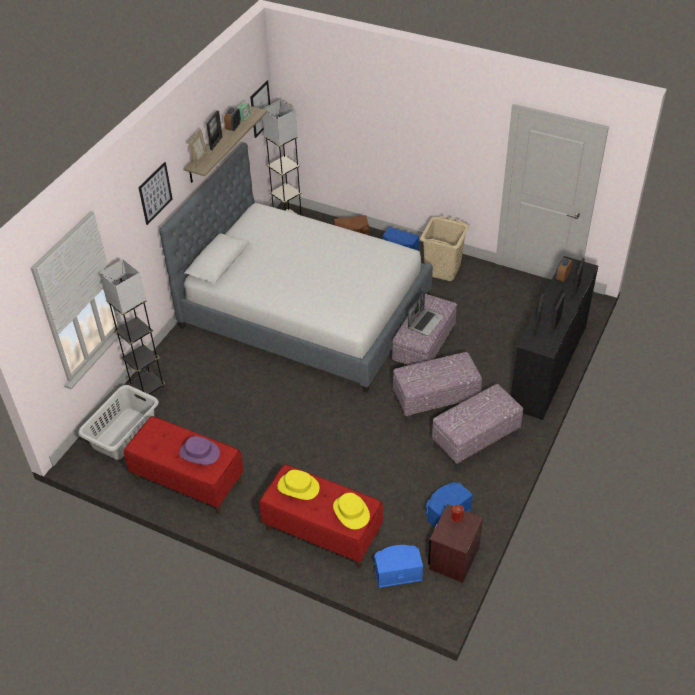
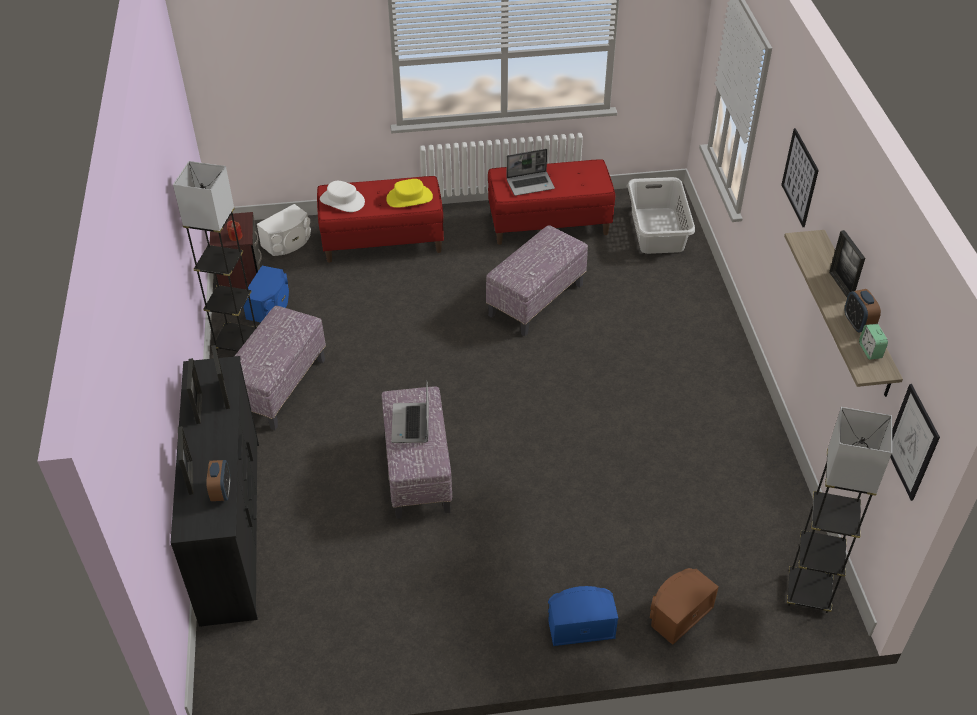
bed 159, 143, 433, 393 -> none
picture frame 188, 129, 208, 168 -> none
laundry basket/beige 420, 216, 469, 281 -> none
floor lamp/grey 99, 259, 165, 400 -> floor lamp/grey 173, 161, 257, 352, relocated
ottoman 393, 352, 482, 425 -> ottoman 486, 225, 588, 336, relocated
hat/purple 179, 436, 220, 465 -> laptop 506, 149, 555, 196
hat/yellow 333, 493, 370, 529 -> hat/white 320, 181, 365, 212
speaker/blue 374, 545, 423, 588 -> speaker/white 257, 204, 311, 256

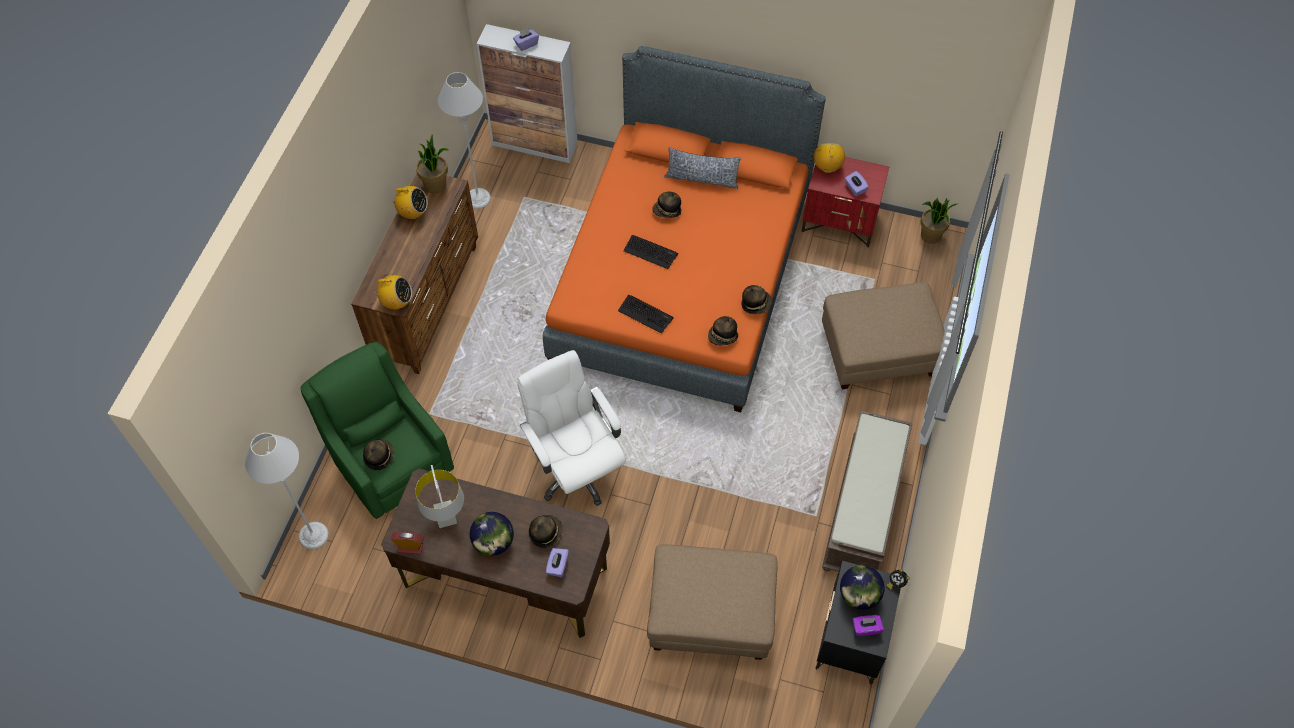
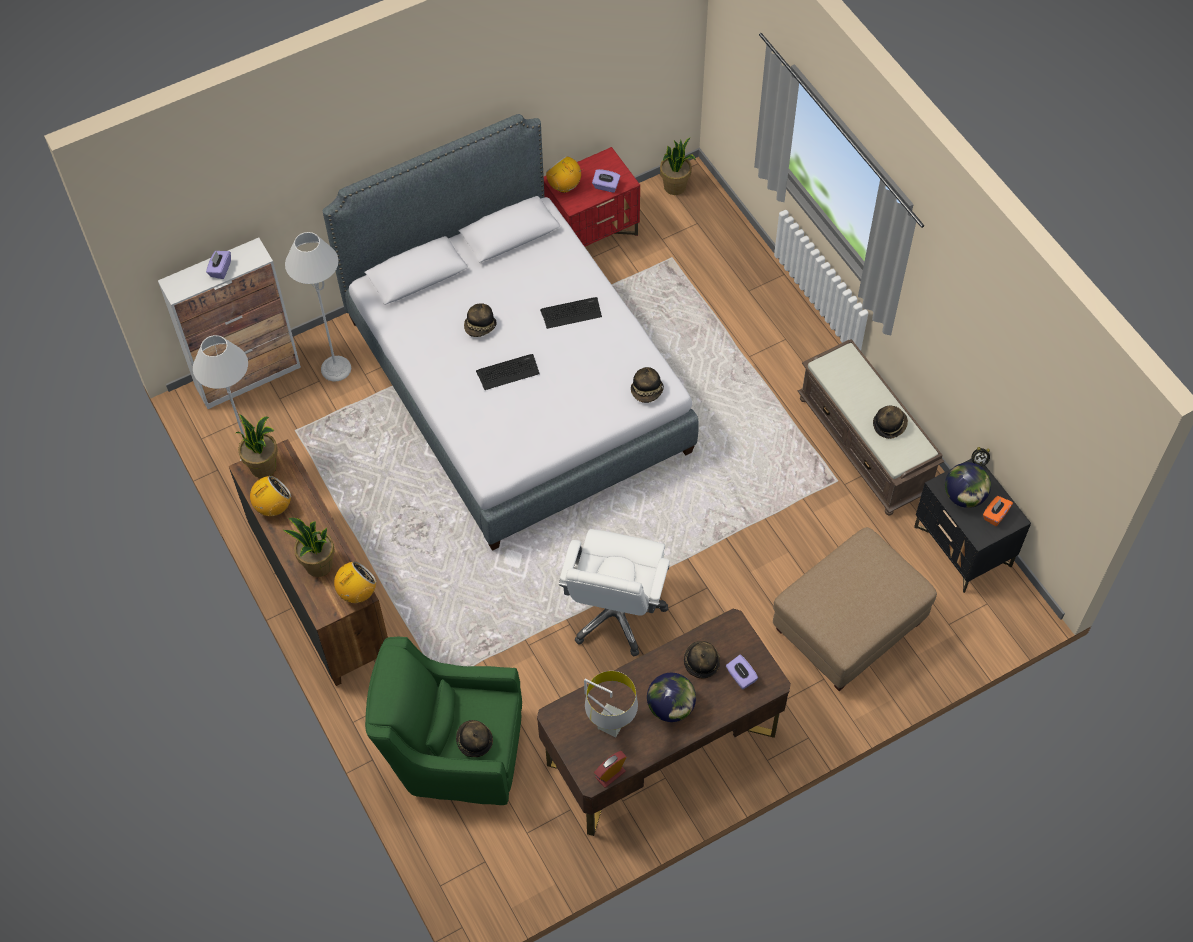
pillow 664, 147, 741, 189 -> none
ottoman/beige 822, 282, 945, 389 -> none
none -> potted plant 283, 518, 335, 577
floor lamp/grey 245, 433, 329, 550 -> floor lamp/grey 285, 232, 351, 381, relocated
keyboard 618, 295, 674, 334 -> keyboard 540, 297, 602, 329, relocated
hat 741, 285, 772, 314 -> hat 873, 405, 908, 439, relocated
bed/orange 543, 46, 826, 412 -> bed/grey 323, 114, 699, 551
tissue box/purple 853, 615, 884, 636 -> tissue box/orange 983, 496, 1013, 526
office chair/white 517, 350, 626, 506 -> office chair/white 559, 529, 670, 656, 90 degrees counterclockwise

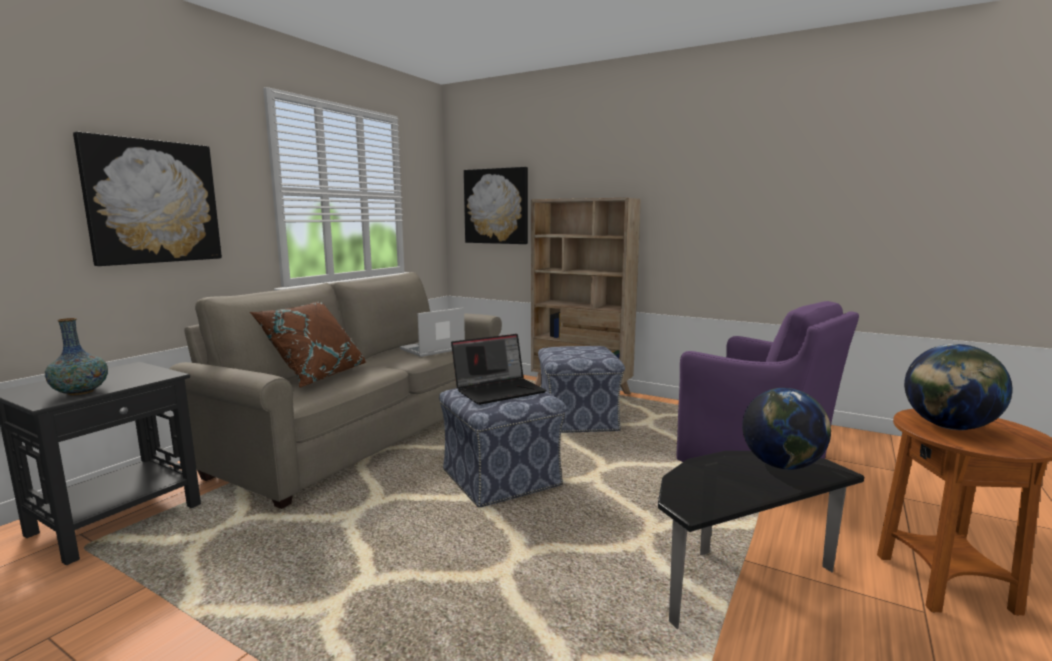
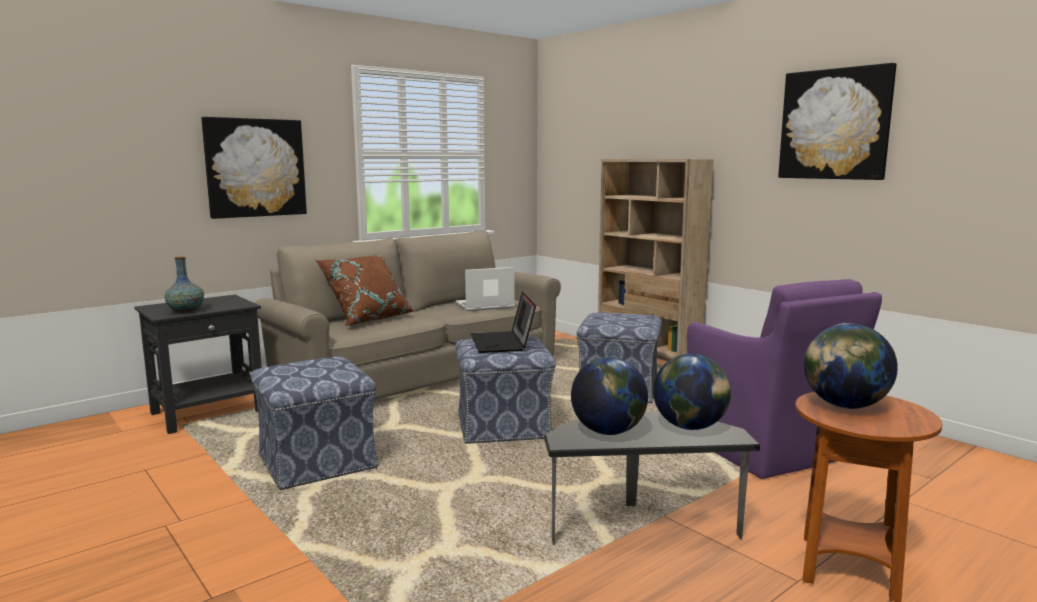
none -> ottoman 250, 356, 378, 490
none -> globe 571, 357, 648, 435
picture 464, 167, 528, 244 -> picture 778, 63, 897, 180, relocated
laptop 451, 334, 546, 405 -> laptop 470, 292, 536, 353, 90 degrees clockwise

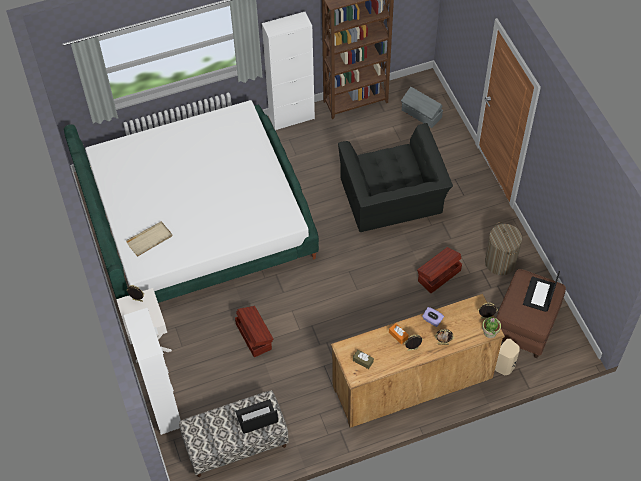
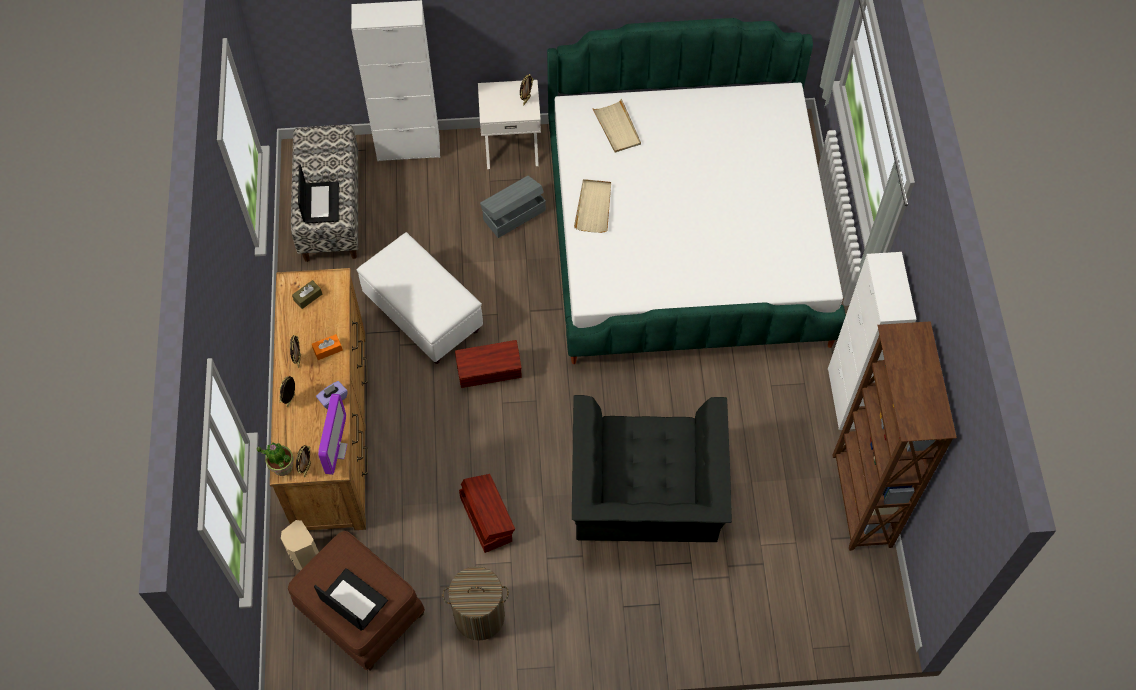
none -> monitor 318, 394, 347, 475
none -> ottoman/white 357, 232, 483, 364
none -> tray/beige 574, 179, 611, 233
storage box/brown 235, 306, 273, 357 -> storage box/brown 455, 340, 522, 388, relocated
storage box/grey 401, 87, 443, 128 -> storage box/grey 480, 176, 546, 238, relocated
armchair/black 338, 123, 453, 232 -> armchair/black 572, 395, 732, 542, 90 degrees counterclockwise

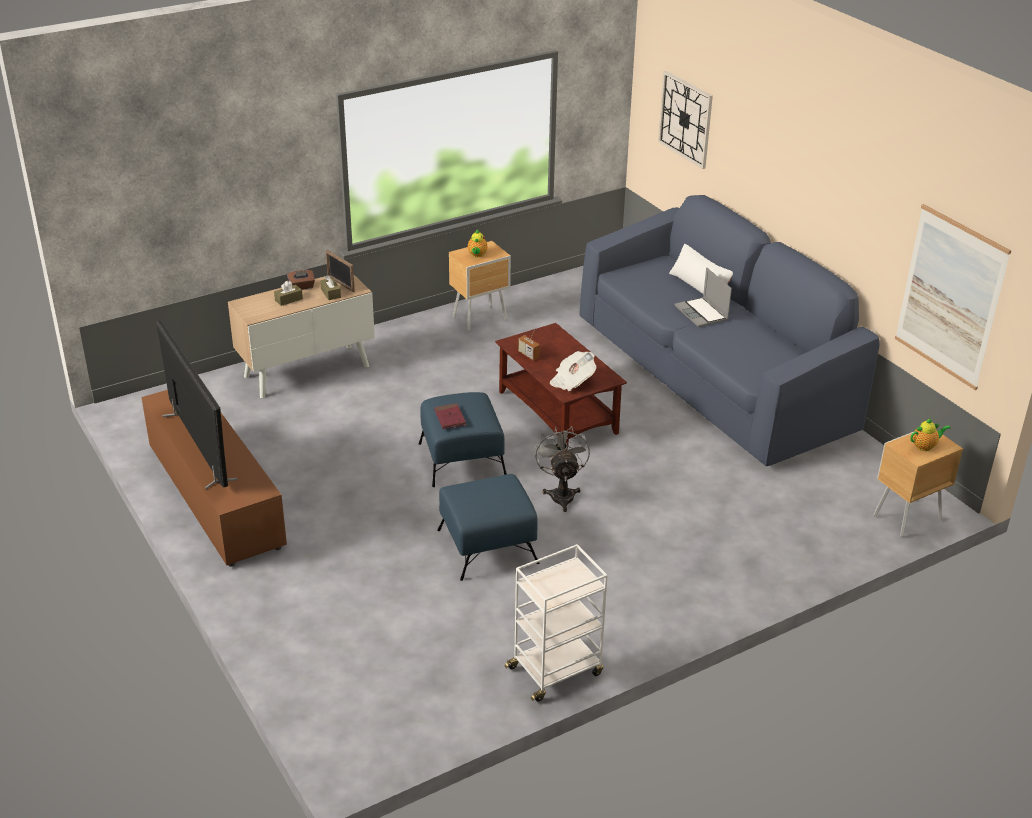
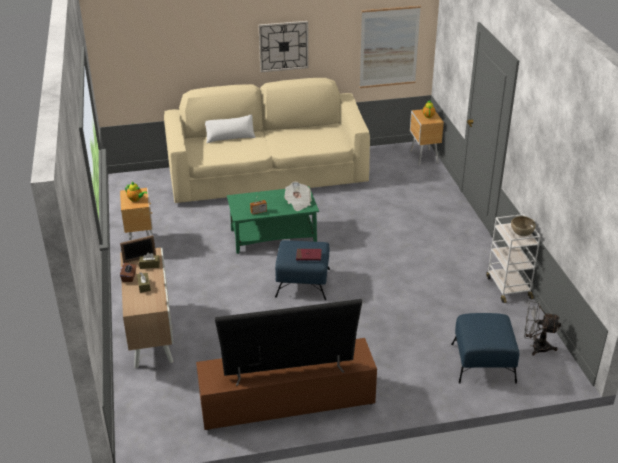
laptop 674, 267, 732, 327 -> none
none -> bowl/brown 511, 216, 536, 236
ottoman/blue 437, 474, 539, 581 -> ottoman/blue 451, 313, 519, 383, relocated
fan/grey 535, 426, 590, 512 -> fan/grey 524, 301, 561, 356, relocated
wall clock 658, 71, 713, 169 -> wall clock 258, 21, 309, 72, relocated
coffee table/brown 495, 323, 627, 451 -> coffee table/green 227, 186, 319, 254
sofa/blue 579, 195, 880, 466 -> sofa/beige 164, 78, 370, 203

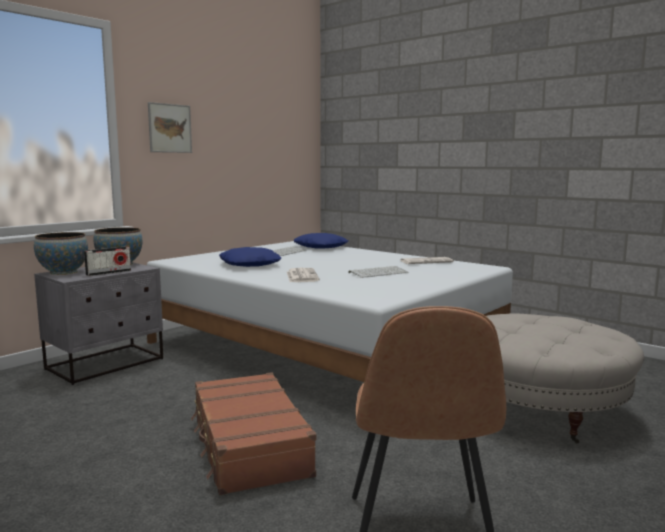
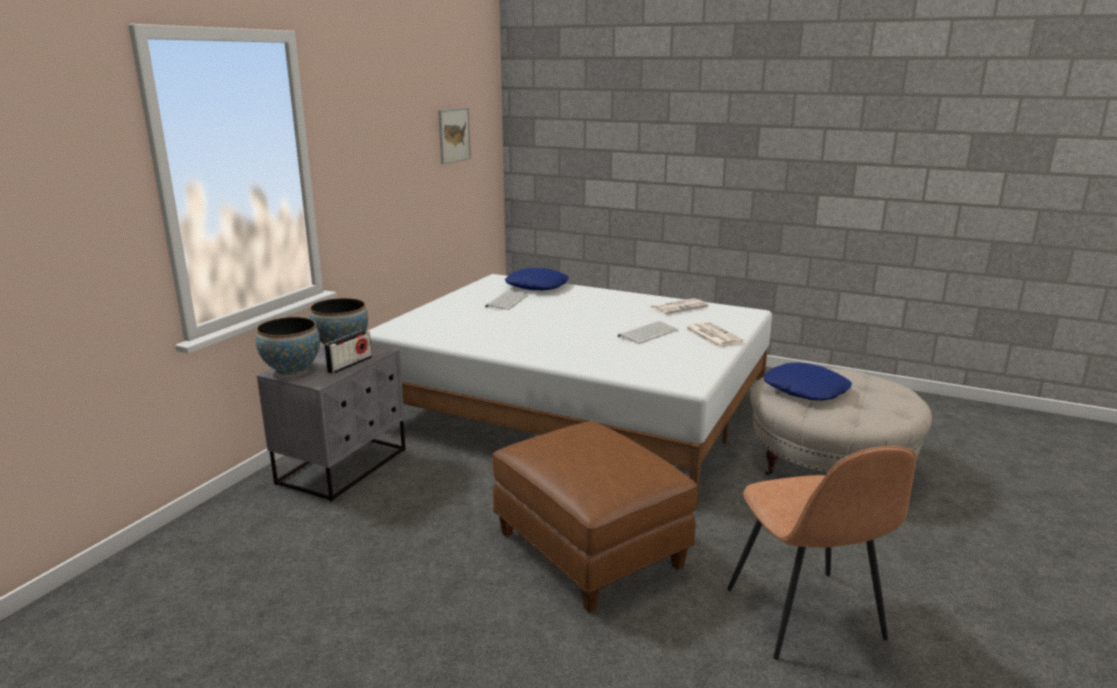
picture 148, 102, 192, 153 -> picture 438, 108, 471, 164, relocated
pillow/blue 219, 247, 281, 267 -> pillow/blue 763, 362, 852, 401, relocated
newspaper 287, 268, 320, 282 -> newspaper 685, 322, 744, 347, relocated
suitcase/brown 191, 372, 316, 495 -> ottoman/brown 493, 421, 697, 613

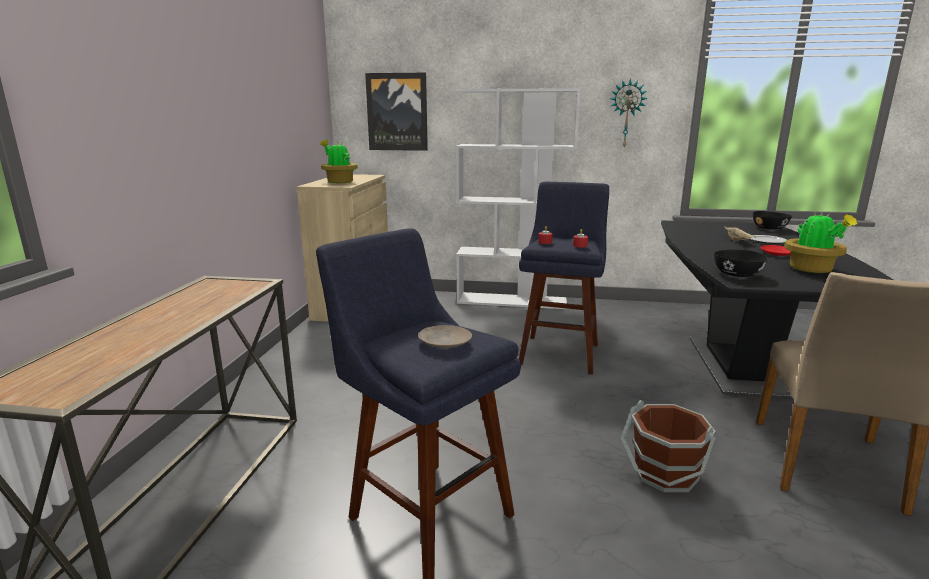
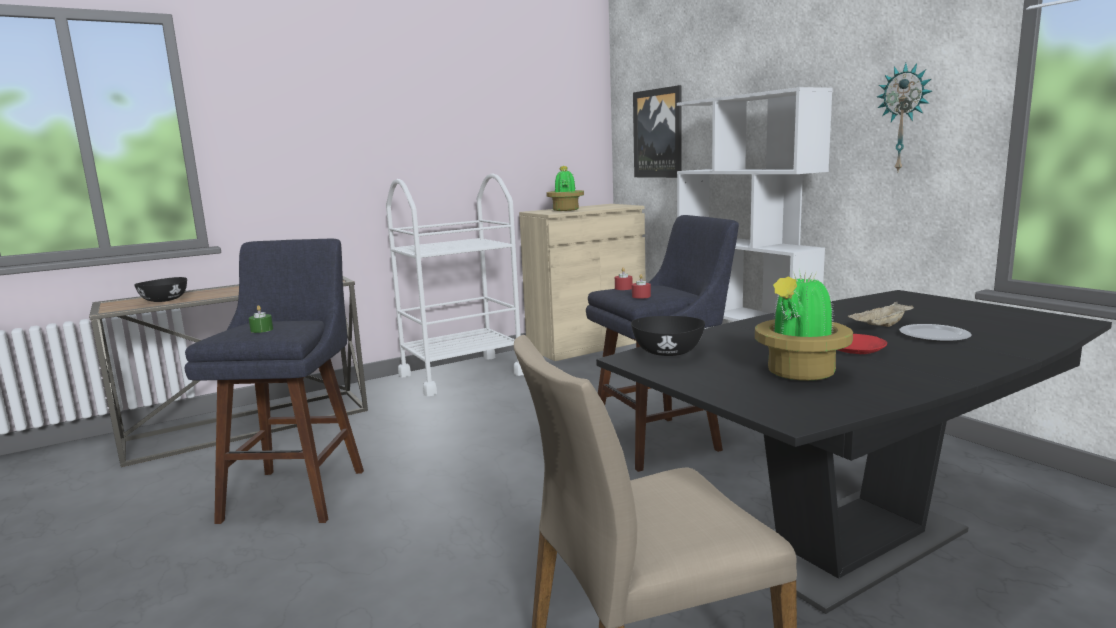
bucket/brown 621, 400, 716, 492 -> none
none -> cart/white 386, 173, 524, 396
bowl/black 753, 211, 792, 230 -> bowl/black 134, 277, 187, 302, relocated
plate/beige 418, 325, 472, 348 -> candle/green 249, 305, 273, 333

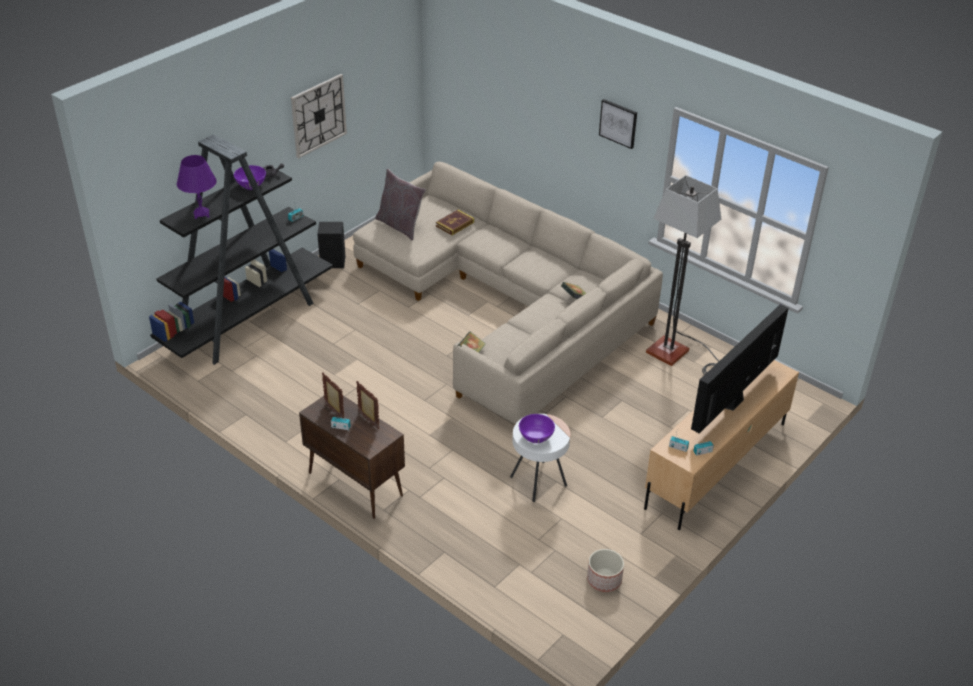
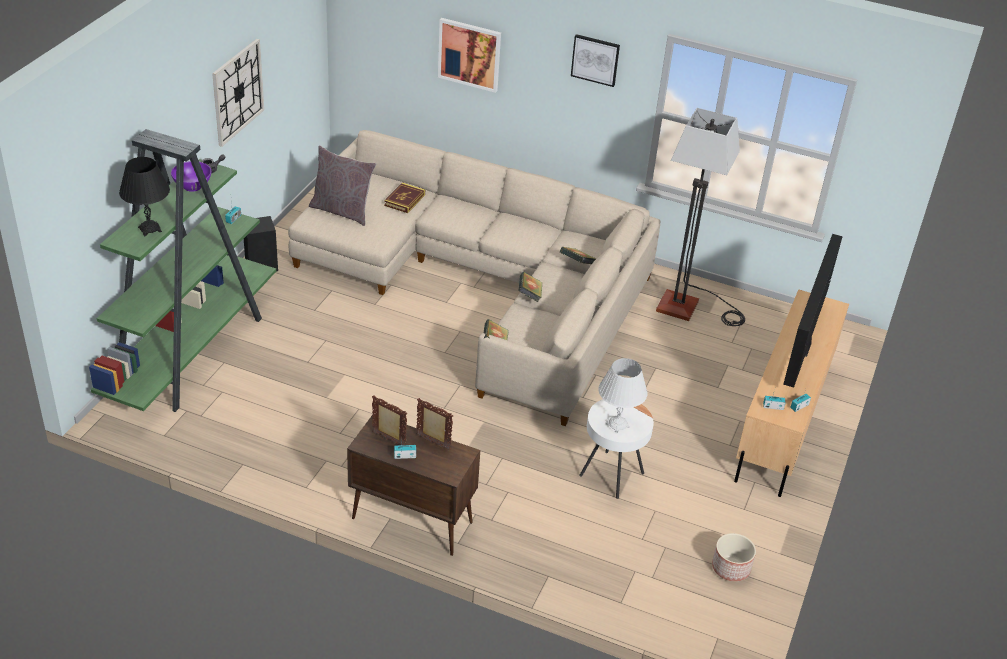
none -> picture 438, 18, 501, 93
none -> book 518, 272, 543, 302
bowl/purple 519, 414, 555, 443 -> table lamp/white 599, 358, 647, 434
bookcase/black 149, 134, 333, 365 -> bookcase/green 89, 129, 276, 412
table lamp/purple 177, 155, 217, 219 -> table lamp/black 119, 157, 170, 237

